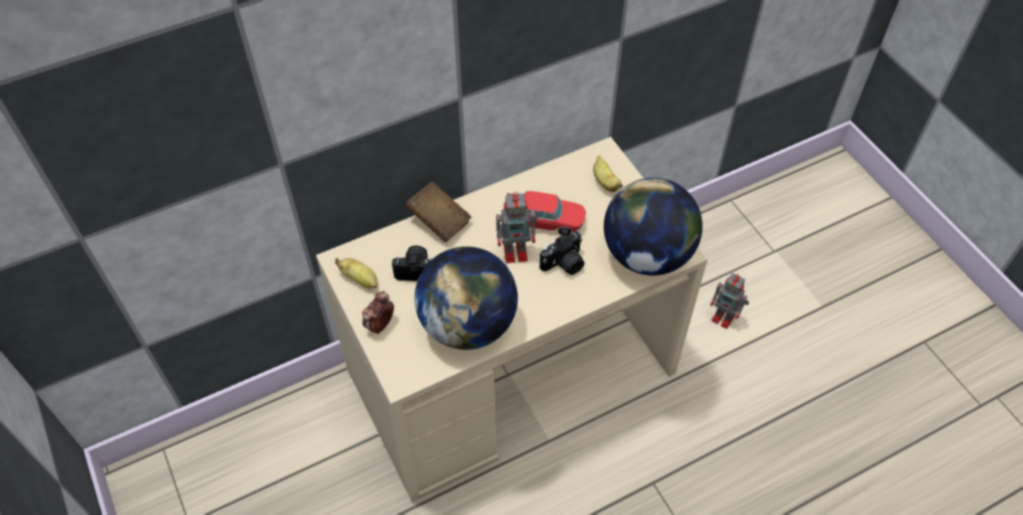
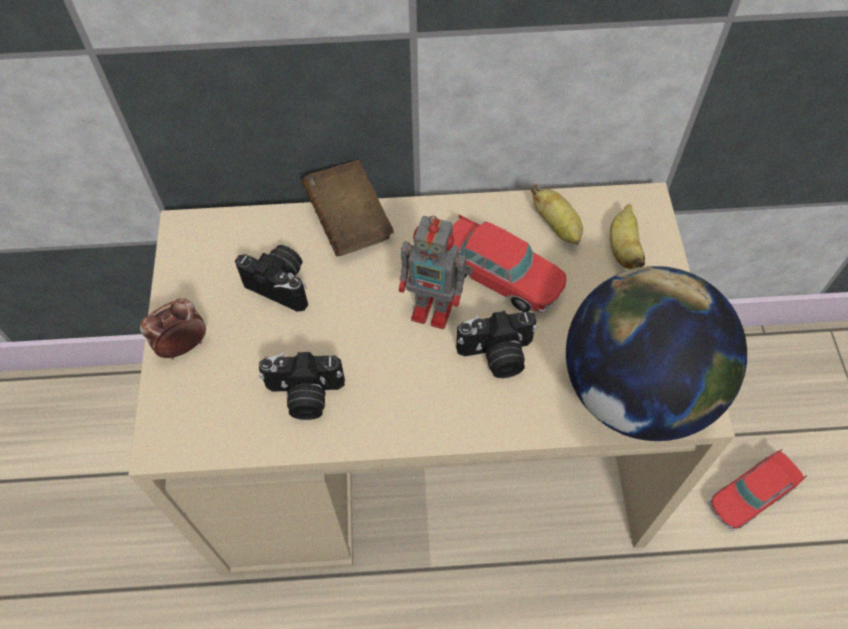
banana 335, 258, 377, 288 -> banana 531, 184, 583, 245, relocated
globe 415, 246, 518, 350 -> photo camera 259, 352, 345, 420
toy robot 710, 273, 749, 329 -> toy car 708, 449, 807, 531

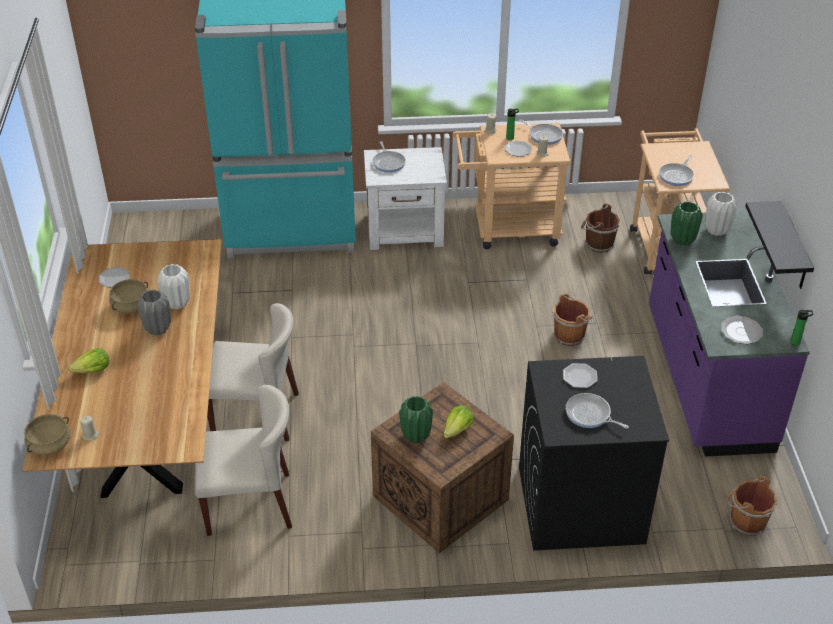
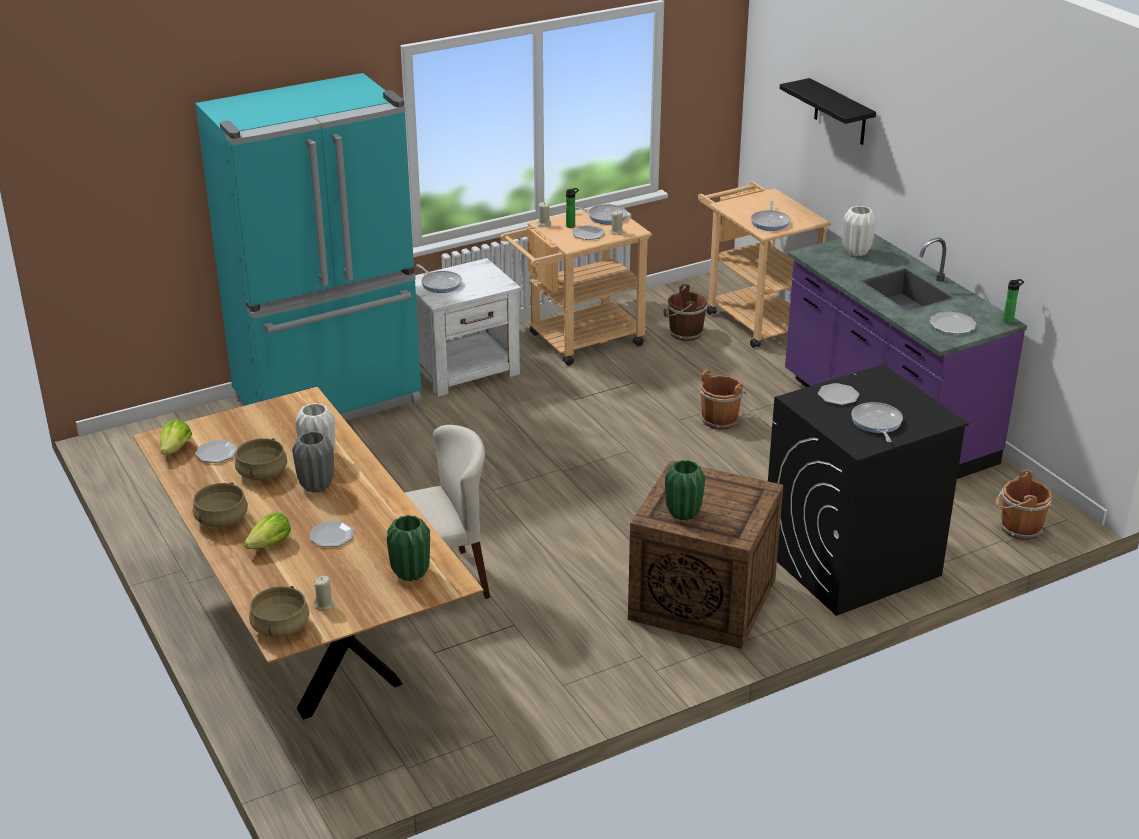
chair/beige 195, 385, 292, 536 -> none
none -> cooking pot/beige 193, 482, 248, 528
none -> plate 309, 521, 354, 547
lettuce 443, 405, 474, 438 -> lettuce 161, 419, 192, 455, relocated
vase/green 671, 201, 703, 246 -> vase/green 387, 515, 430, 581, relocated
shelf/black 745, 201, 814, 289 -> shelf/black 780, 78, 876, 145, relocated
frying pan 566, 393, 629, 429 -> frying pan 851, 402, 903, 442, 75 degrees clockwise

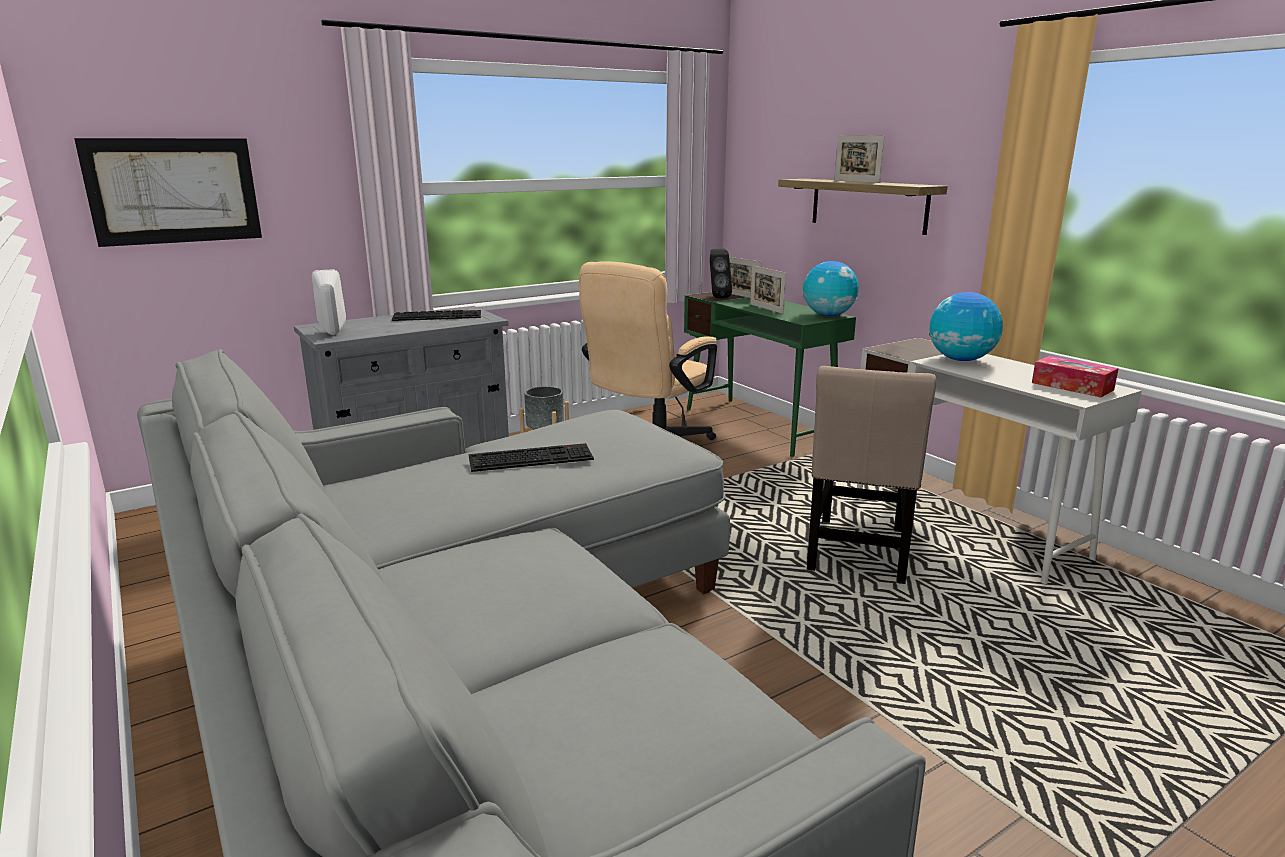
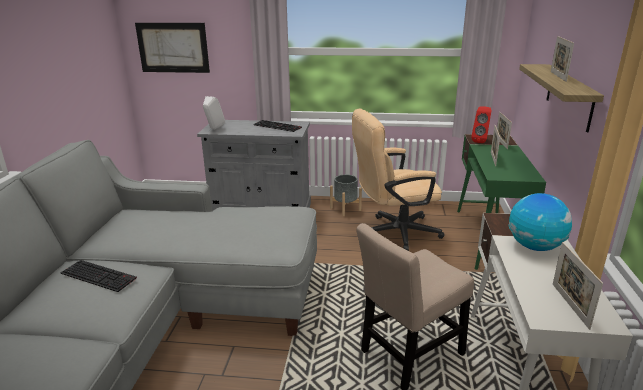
globe 803, 261, 859, 316 -> none
keyboard 469, 443, 594, 472 -> keyboard 61, 260, 137, 292, relocated
tissue box 1032, 356, 1119, 397 -> picture frame 553, 242, 603, 330
speaker/black 710, 248, 732, 299 -> speaker/red 471, 106, 491, 143

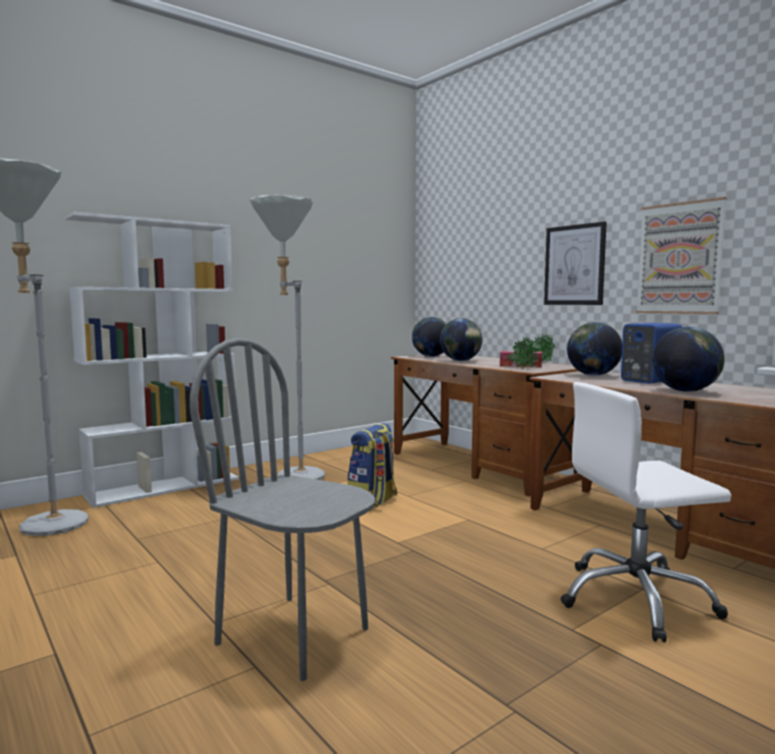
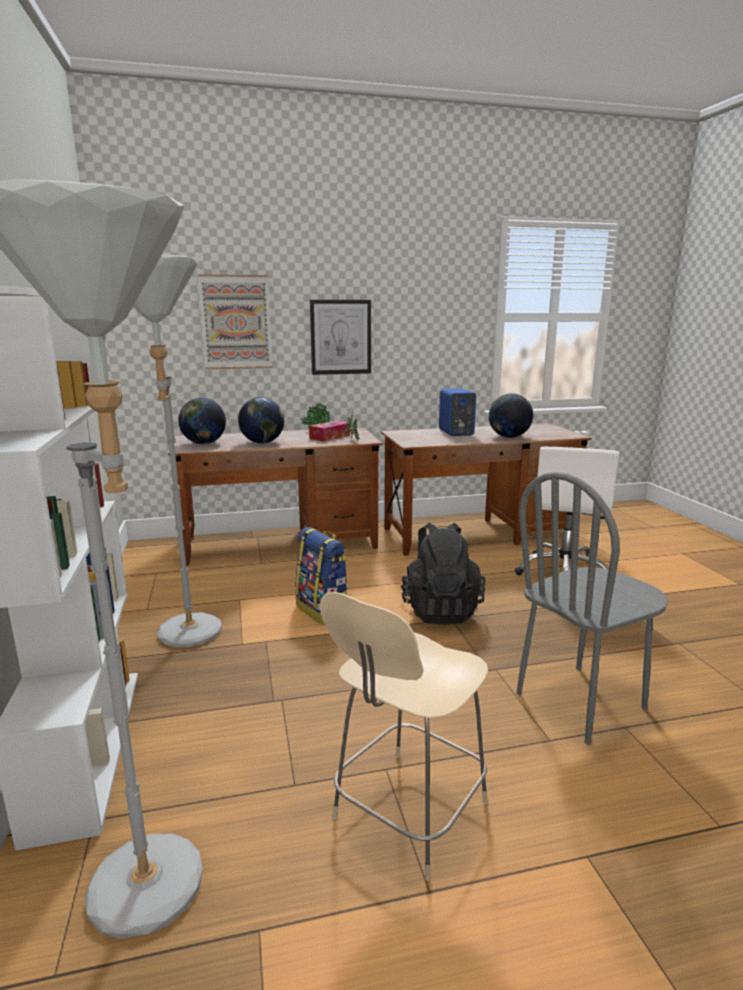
globe 567, 322, 622, 376 -> none
none -> chair/beige 320, 592, 488, 881
none -> backpack/black 401, 523, 485, 625
picture 636, 197, 727, 314 -> picture 198, 274, 272, 369, relocated

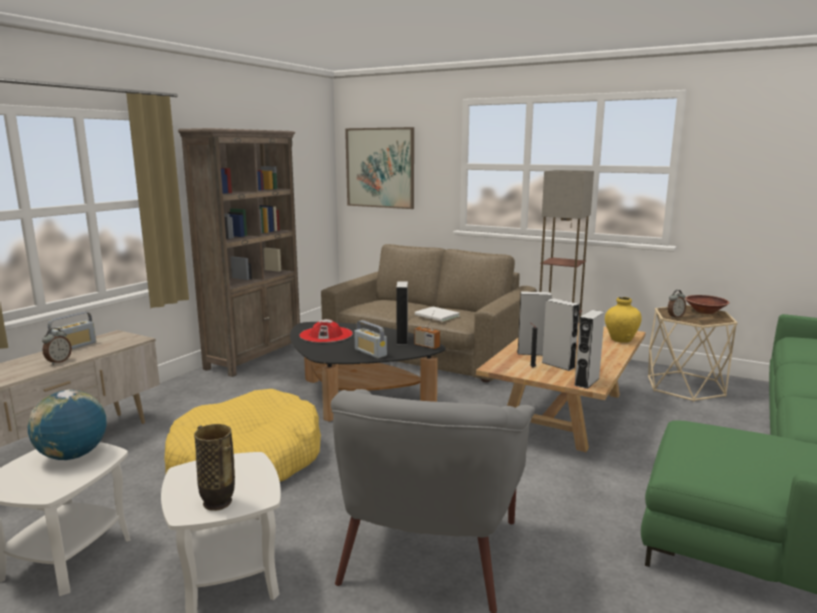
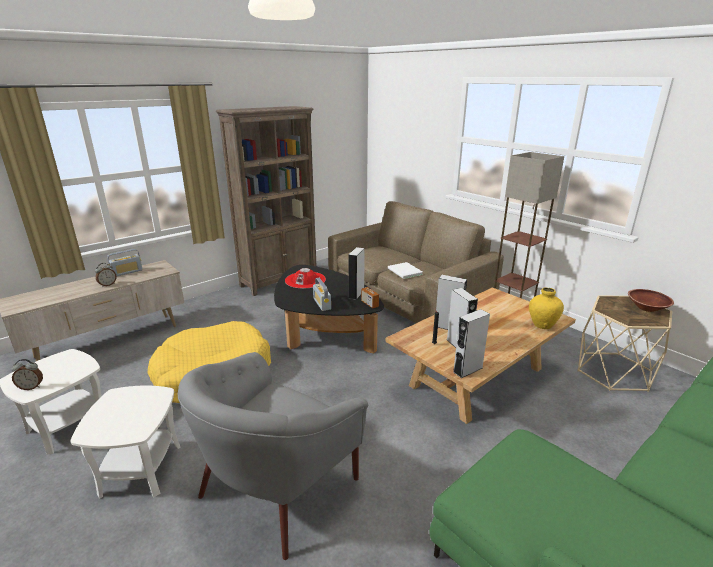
globe 28, 389, 106, 460 -> none
vase 194, 424, 235, 511 -> none
picture 345, 127, 414, 209 -> none
alarm clock 668, 290, 686, 318 -> alarm clock 11, 359, 43, 390, relocated

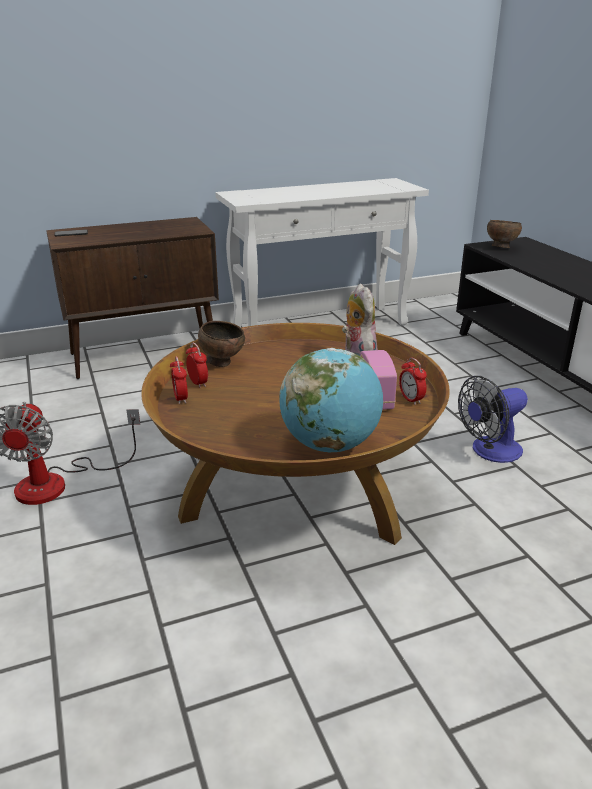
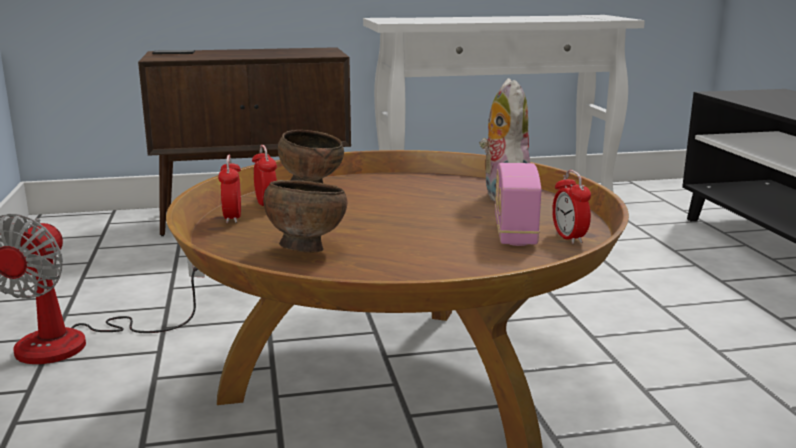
globe 279, 348, 383, 452 -> none
fan 458, 376, 528, 463 -> none
bowl/brown 487, 220, 522, 248 -> bowl/brown 263, 180, 347, 252, relocated

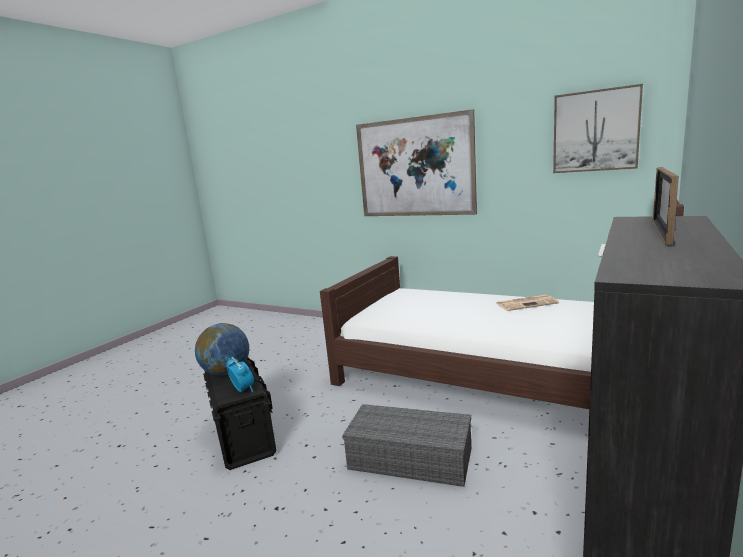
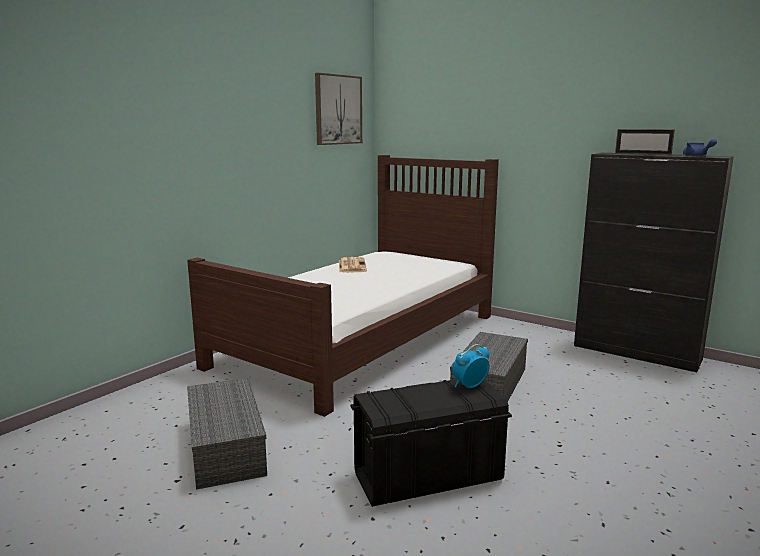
globe 195, 323, 249, 376 -> none
picture 356, 109, 477, 216 -> none
none -> storage box/grey 187, 378, 267, 490
none -> teapot/blue 683, 139, 717, 156

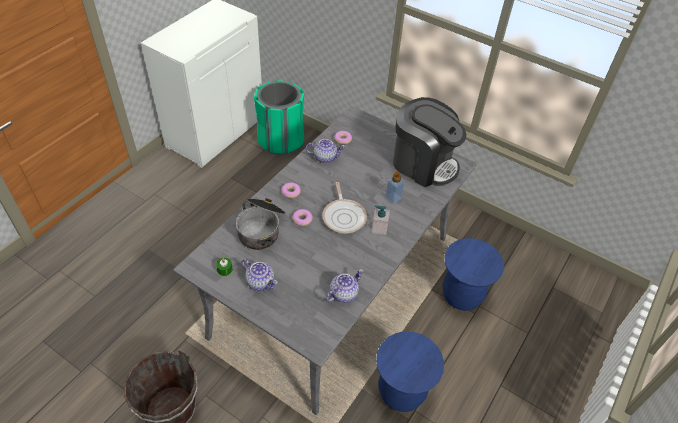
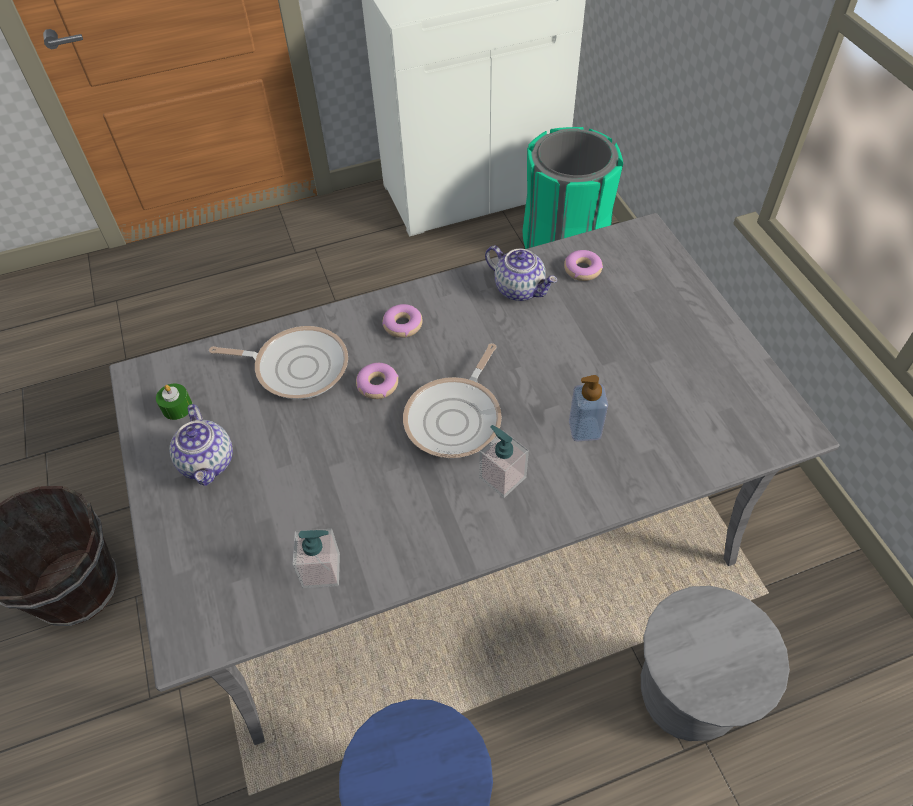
coffee machine 393, 97, 466, 187 -> none
cooking pot 235, 198, 285, 250 -> frying pan 209, 326, 348, 399
teapot 326, 269, 363, 303 -> soap dispenser 292, 529, 340, 588
stool/blue 443, 238, 504, 311 -> stool/grey 641, 586, 790, 741

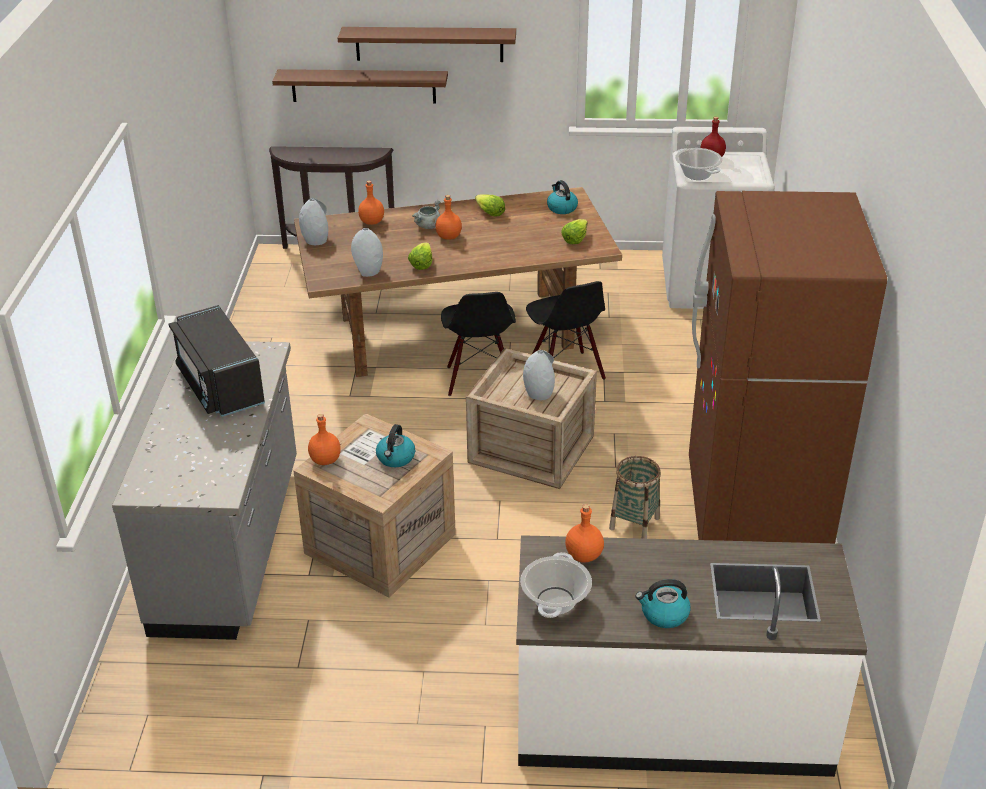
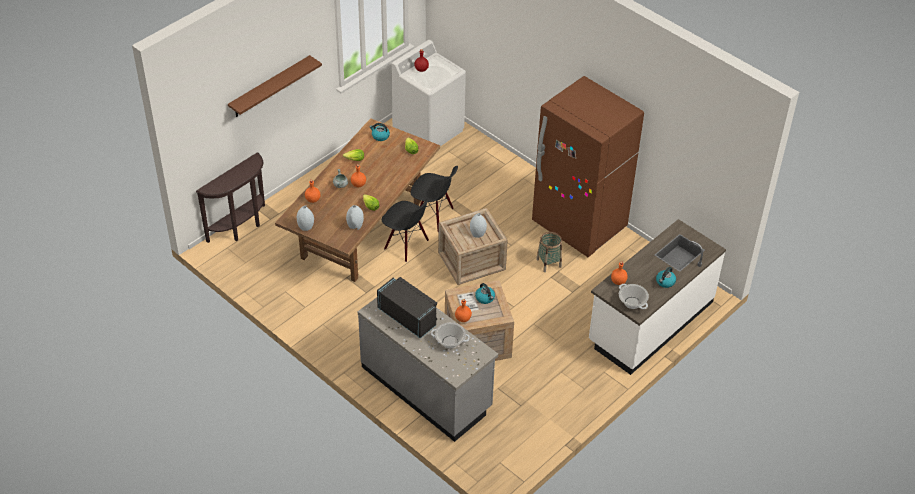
shelf/brown 272, 69, 448, 104 -> none
cooking pot 675, 148, 722, 180 -> cooking pot 431, 322, 470, 348, relocated
microwave/black 169, 305, 265, 417 -> microwave/black 377, 277, 437, 339, 150 degrees counterclockwise

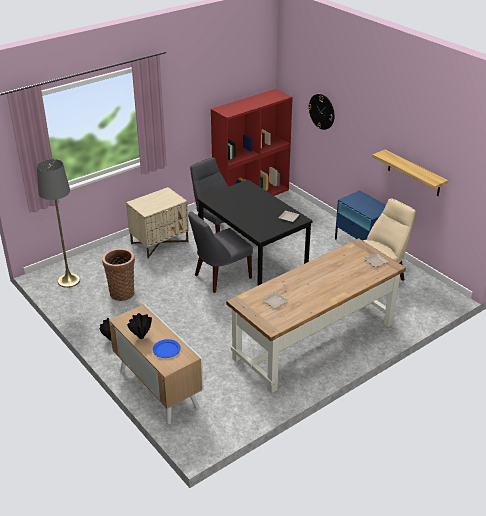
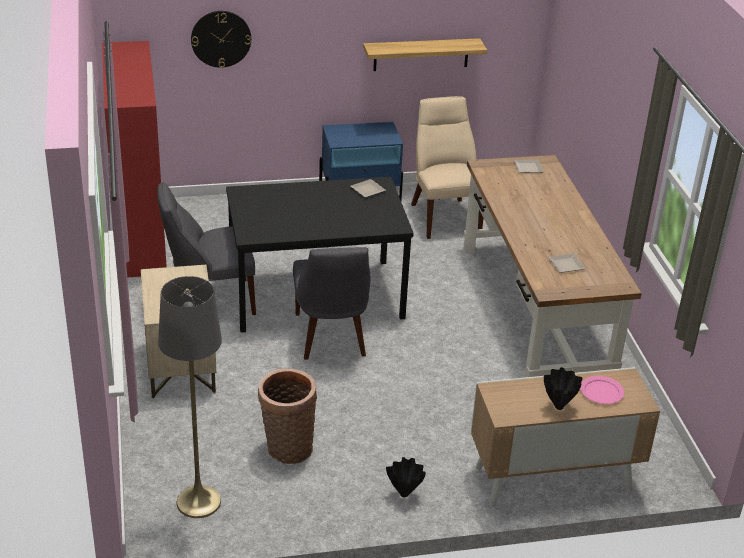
plate/blue 153, 339, 181, 358 -> plate/pink 581, 376, 624, 404

